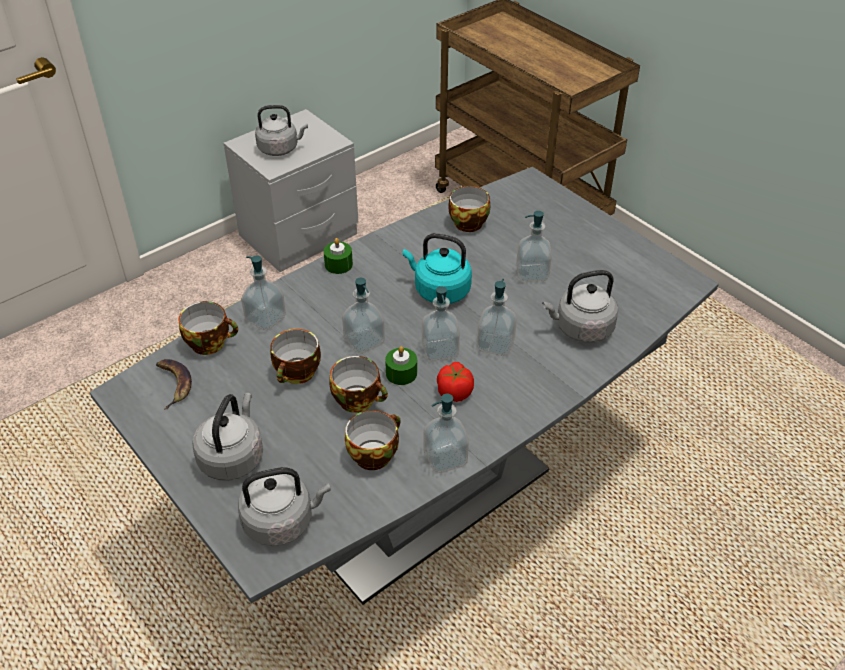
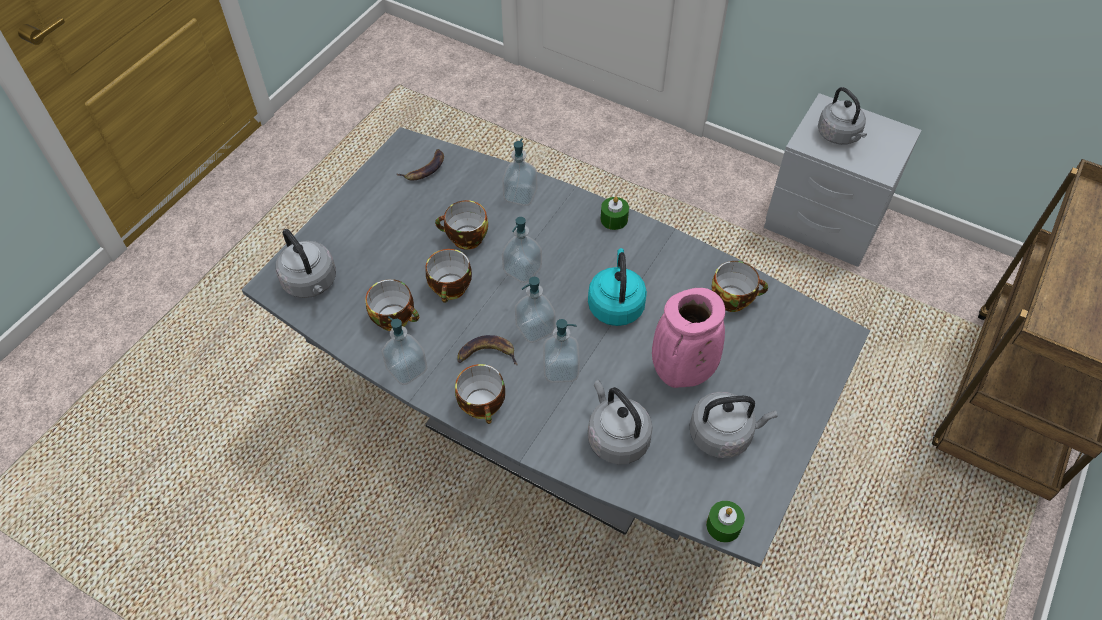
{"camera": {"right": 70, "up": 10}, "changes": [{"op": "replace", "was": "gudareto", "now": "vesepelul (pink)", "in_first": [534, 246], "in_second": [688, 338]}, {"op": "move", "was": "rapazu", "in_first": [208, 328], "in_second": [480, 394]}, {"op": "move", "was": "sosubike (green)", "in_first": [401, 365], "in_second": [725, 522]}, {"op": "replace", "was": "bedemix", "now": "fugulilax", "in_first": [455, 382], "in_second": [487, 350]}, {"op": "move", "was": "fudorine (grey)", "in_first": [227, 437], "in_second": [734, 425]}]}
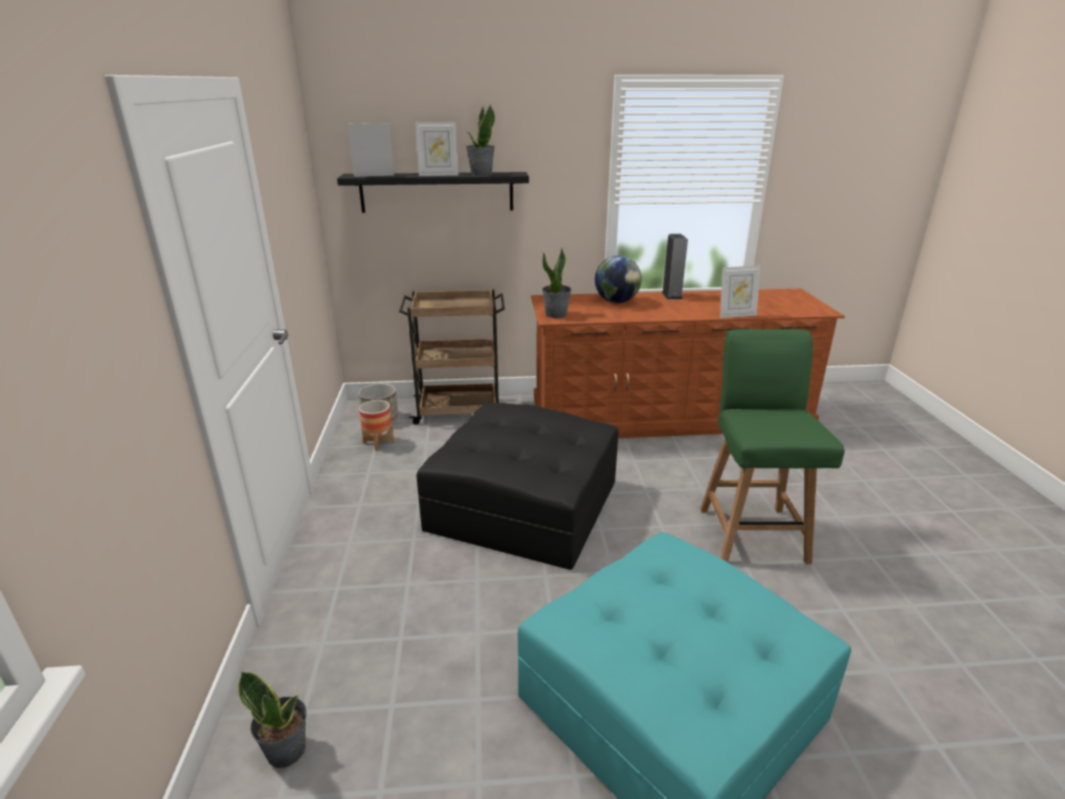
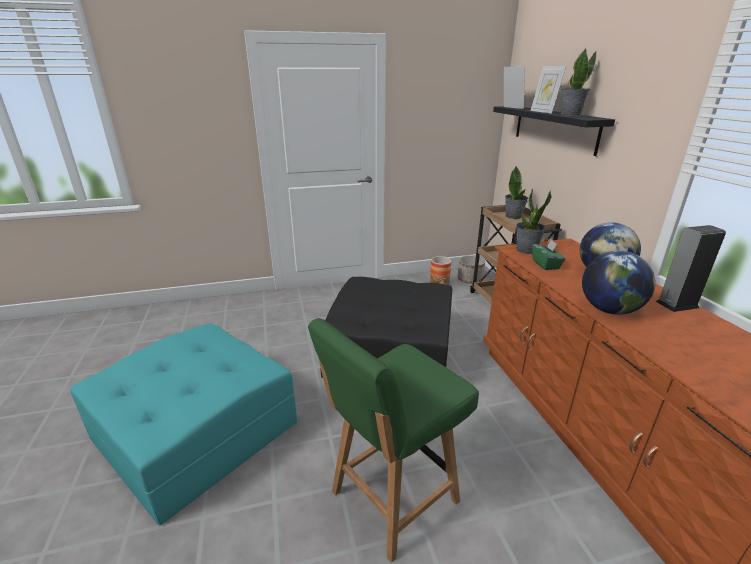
{"camera": {"right": 80, "up": 0}, "changes": [{"op": "delete", "was": "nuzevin", "in_first": [740, 292]}, {"op": "rotate", "was": "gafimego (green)", "in_first": [772, 446], "in_second": [393, 440], "clockwise": 150}, {"op": "move", "was": "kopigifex", "in_first": [272, 719], "in_second": [516, 192]}, {"op": "insert", "now": "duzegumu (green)", "in_second": [548, 255]}, {"op": "insert", "now": "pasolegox", "in_second": [619, 283]}]}
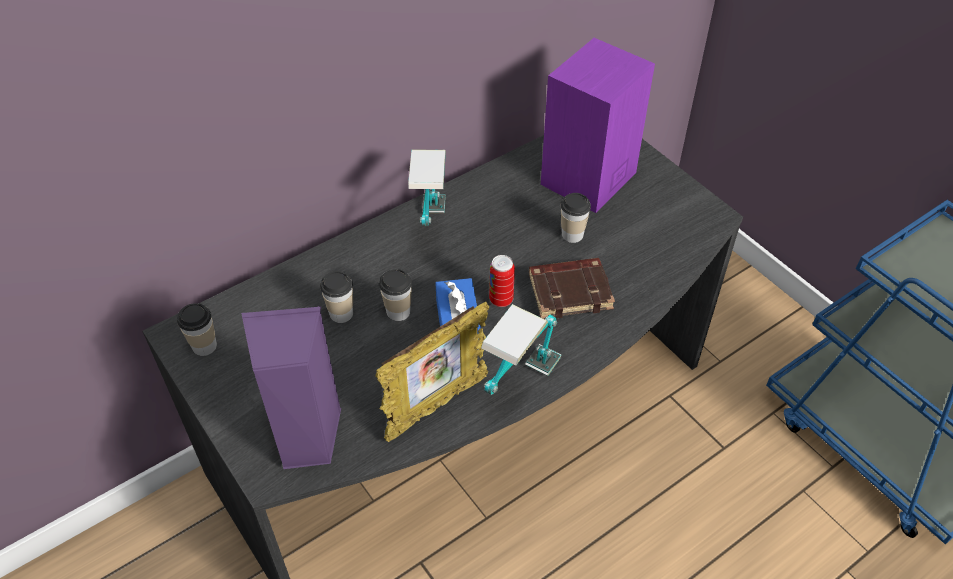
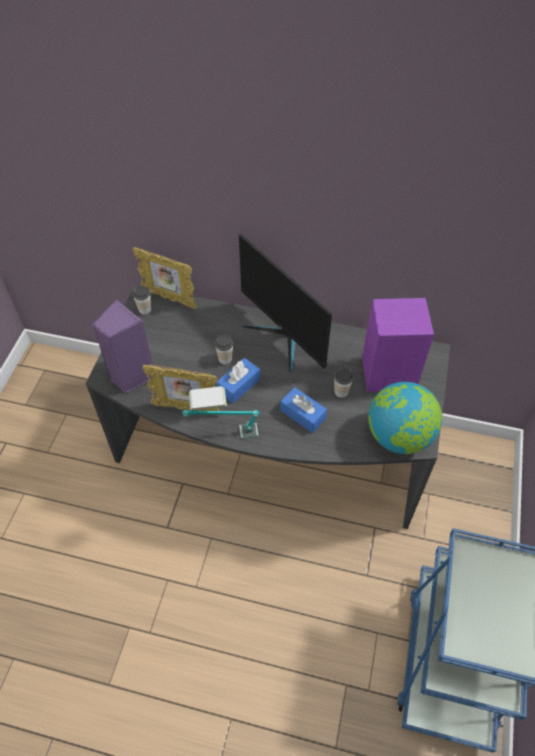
{"camera": {"right": 50, "up": 5}, "changes": [{"op": "replace", "was": "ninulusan", "now": "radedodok", "in_first": [427, 187], "in_second": [285, 303]}, {"op": "delete", "was": "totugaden", "in_first": [502, 281]}, {"op": "replace", "was": "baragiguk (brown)", "now": "duzegumu (blue)", "in_first": [572, 288], "in_second": [303, 410]}, {"op": "delete", "was": "rapazu", "in_first": [336, 297]}, {"op": "insert", "now": "nuzevin", "in_second": [165, 278]}, {"op": "insert", "now": "pasolegox", "in_second": [405, 418]}]}
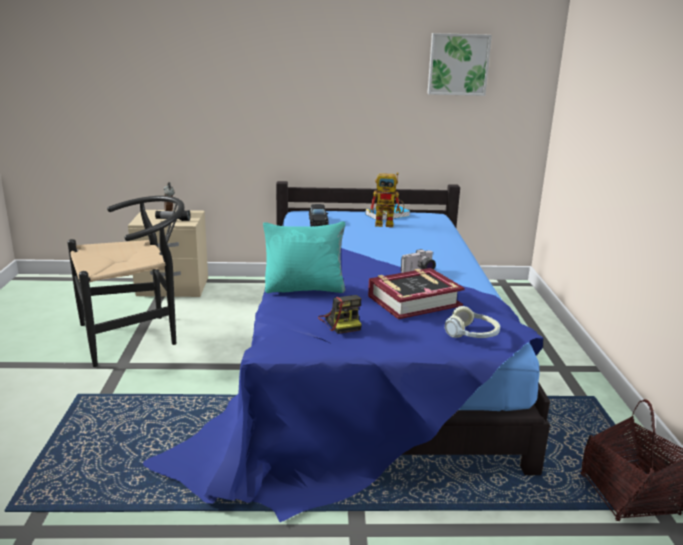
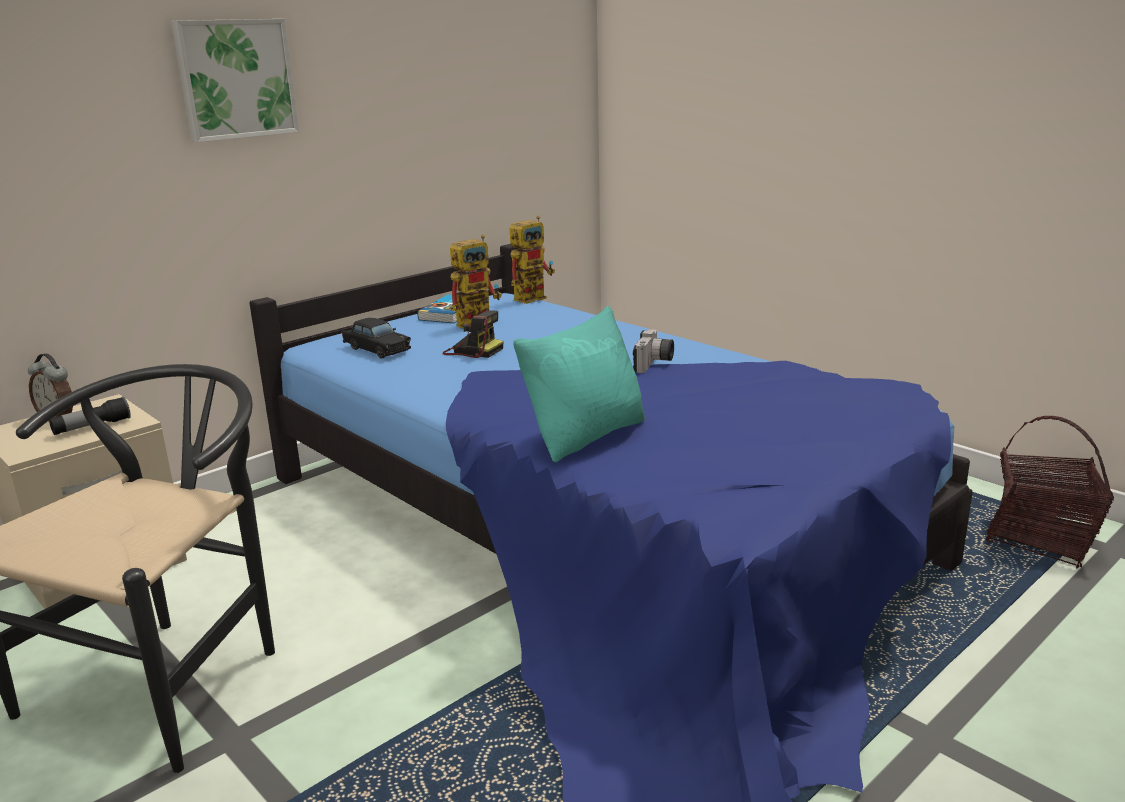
{"camera": {"right": -40, "up": 0}, "changes": [{"op": "move", "was": "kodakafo", "in_first": [459, 64], "in_second": [235, 80]}, {"op": "delete", "was": "baragiguk", "in_first": [416, 293]}, {"op": "move", "was": "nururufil", "in_first": [340, 314], "in_second": [473, 334]}, {"op": "delete", "was": "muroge", "in_first": [472, 322]}, {"op": "insert", "now": "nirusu", "in_second": [532, 260]}]}
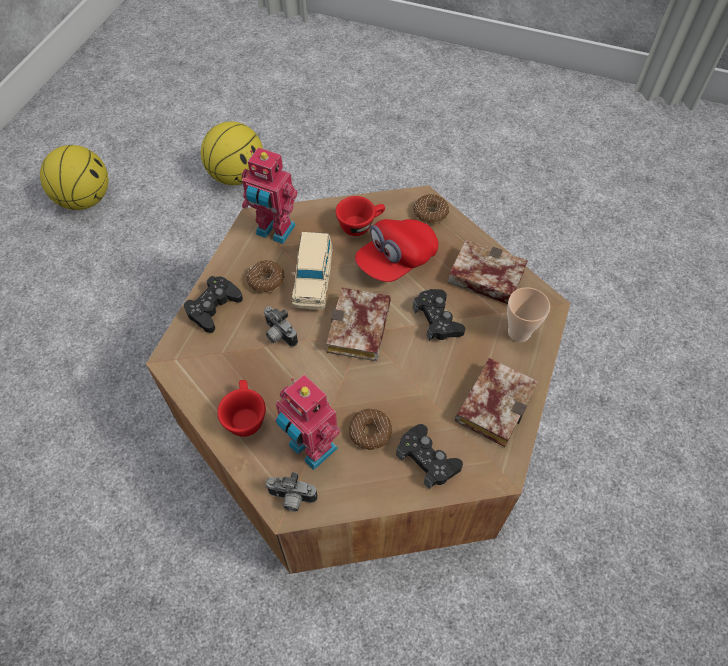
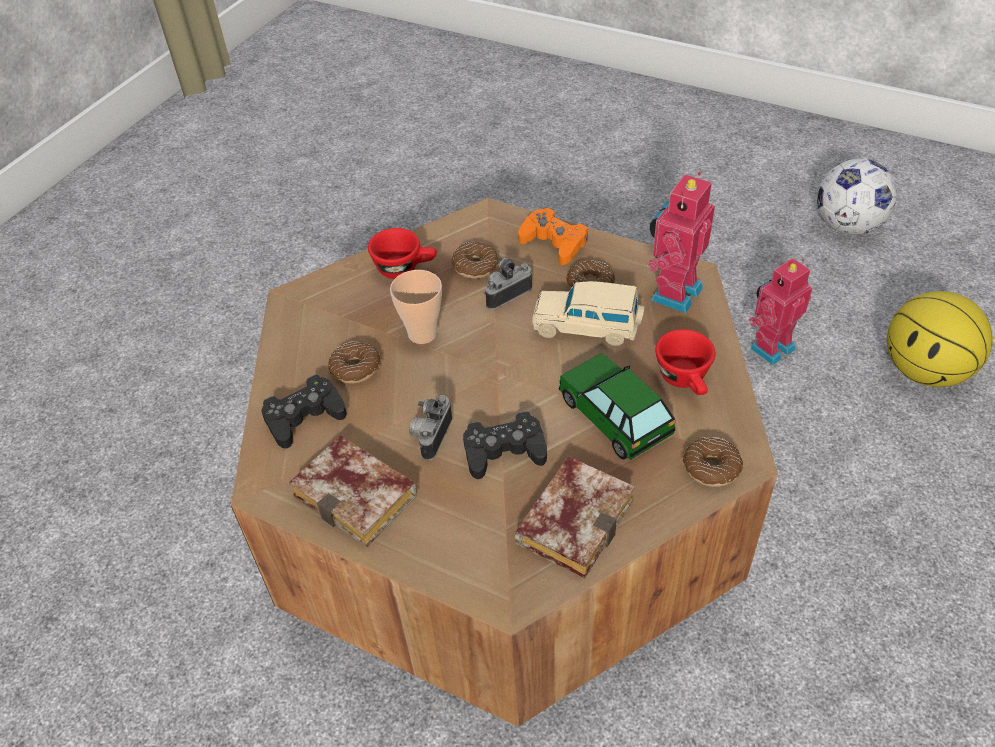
{"camera": {"right": 100, "up": -10}, "changes": [{"op": "replace", "was": "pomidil", "now": "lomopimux", "in_first": [74, 177], "in_second": [857, 196]}, {"op": "replace", "was": "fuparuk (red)", "now": "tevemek", "in_first": [396, 250], "in_second": [617, 406]}, {"op": "recolor", "was": "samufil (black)", "now": "samufil (orange)", "in_first": [213, 304], "in_second": [553, 236]}, {"op": "delete", "was": "baragiguk", "in_first": [358, 324]}, {"op": "move", "was": "rapazu", "in_first": [528, 315], "in_second": [416, 307]}, {"op": "move", "was": "nirusu", "in_first": [307, 422], "in_second": [780, 311]}, {"op": "move", "was": "nururufil", "in_first": [291, 492], "in_second": [430, 427]}, {"op": "insert", "now": "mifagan", "in_second": [475, 260]}]}
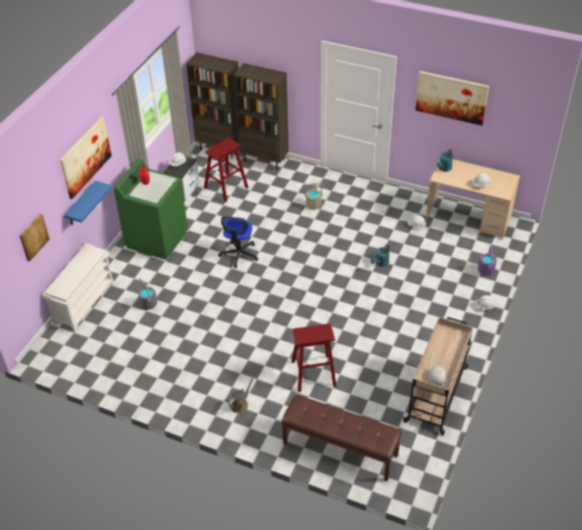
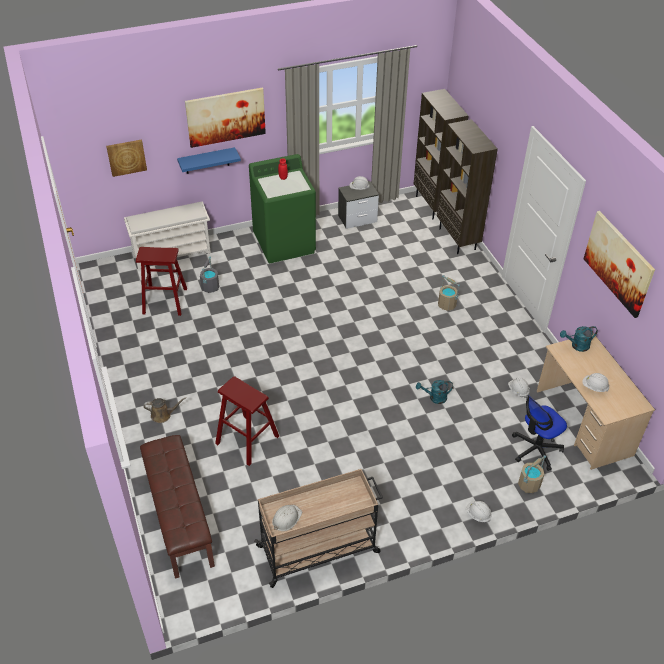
{"camera": {"right": 45, "up": 0}, "changes": [{"op": "move", "was": "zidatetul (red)", "in_first": [226, 170], "in_second": [161, 281]}, {"op": "move", "was": "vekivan", "in_first": [238, 242], "in_second": [539, 433]}, {"op": "recolor", "was": "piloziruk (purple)", "now": "piloziruk (beige)", "in_first": [487, 259], "in_second": [532, 474]}]}
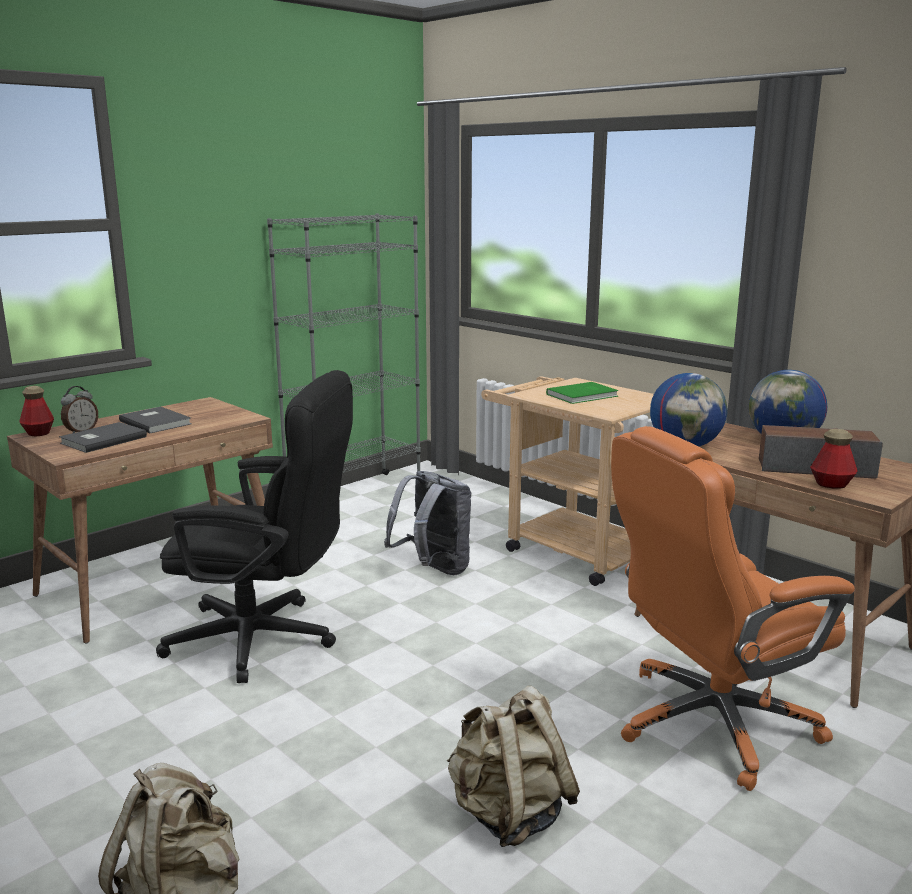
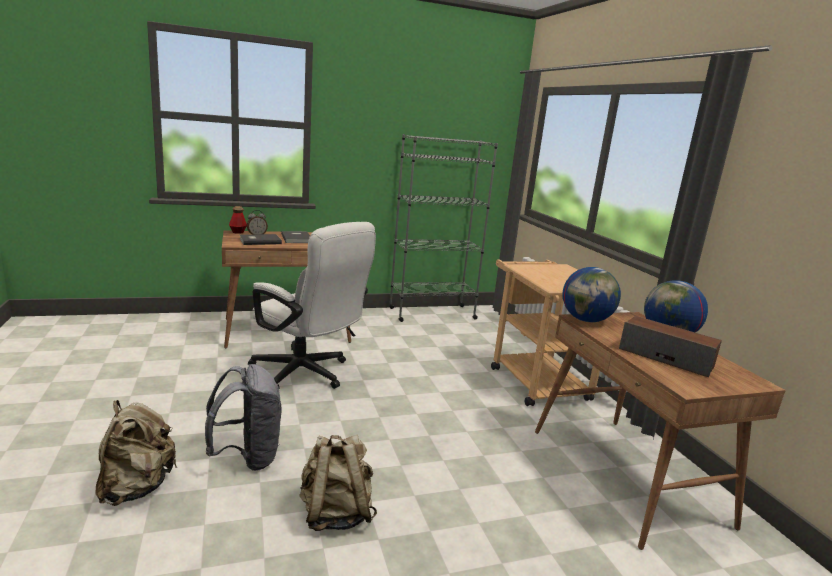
{"camera": {"right": 25, "up": 0}, "changes": [{"op": "recolor", "was": "vekivan (black)", "now": "vekivan (white)", "in_first": [254, 526], "in_second": [312, 305]}, {"op": "delete", "was": "baragiguk (green)", "in_first": [582, 393]}, {"op": "delete", "was": "vekivan (orange)", "in_first": [733, 608]}, {"op": "delete", "was": "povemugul", "in_first": [834, 459]}, {"op": "move", "was": "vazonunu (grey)", "in_first": [427, 523], "in_second": [243, 417]}]}
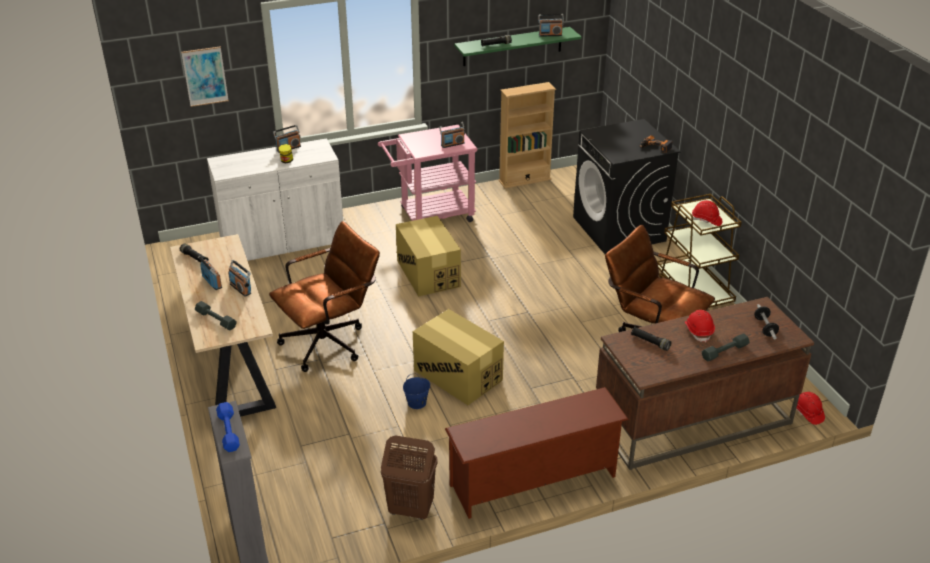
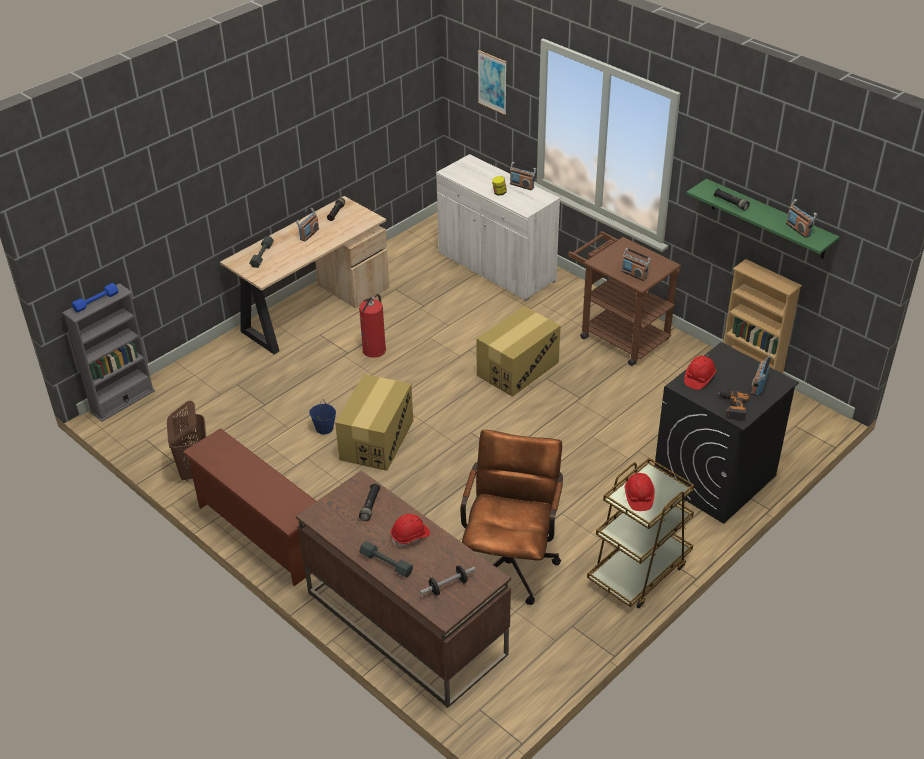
{"camera": {"right": 65, "up": 5}, "changes": [{"op": "recolor", "was": "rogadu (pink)", "now": "rogadu (brown)", "in_first": [428, 173], "in_second": [624, 298]}, {"op": "replace", "was": "vekivan (brown)", "now": "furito", "in_first": [324, 296], "in_second": [372, 326]}, {"op": "move", "was": "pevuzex", "in_first": [239, 278], "in_second": [761, 376]}, {"op": "move", "was": "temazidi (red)", "in_first": [810, 408], "in_second": [700, 373]}]}
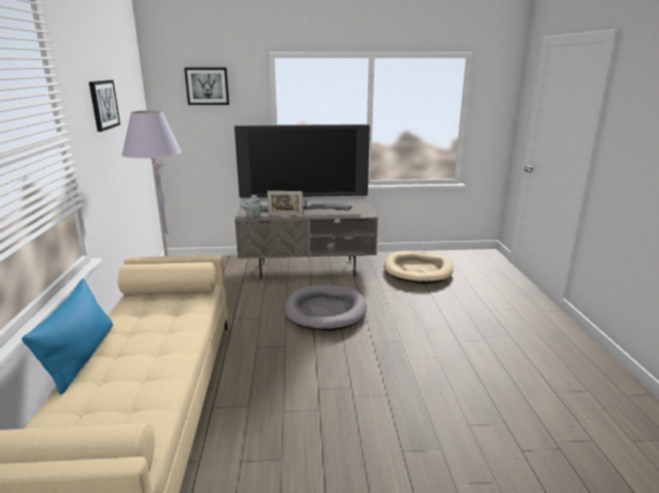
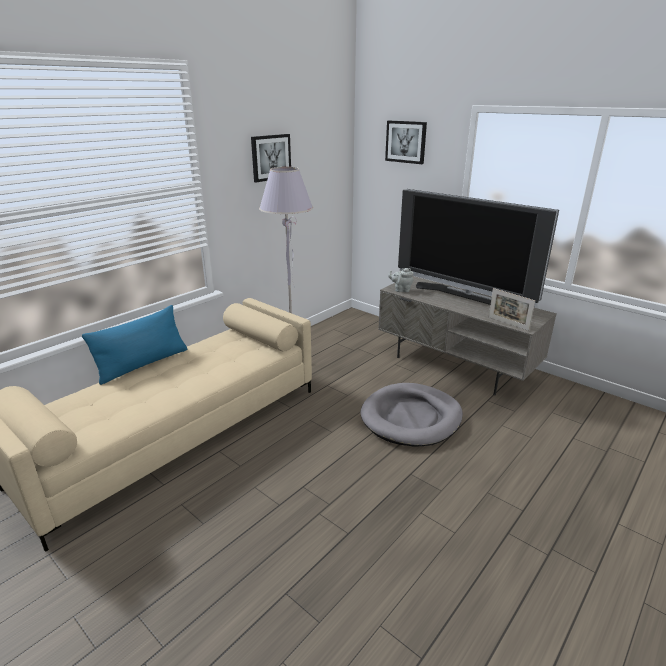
{"camera": {"right": 45, "up": 5}, "changes": [{"op": "move", "was": "nuzevin", "in_first": [285, 203], "in_second": [512, 309]}, {"op": "delete", "was": "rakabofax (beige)", "in_first": [418, 267]}]}
